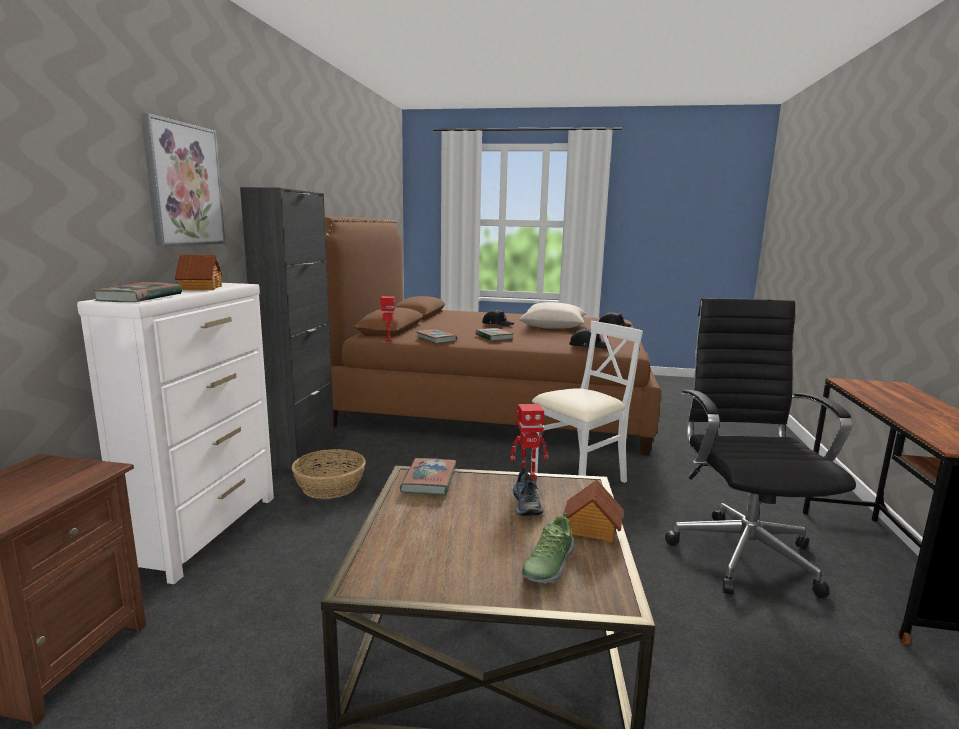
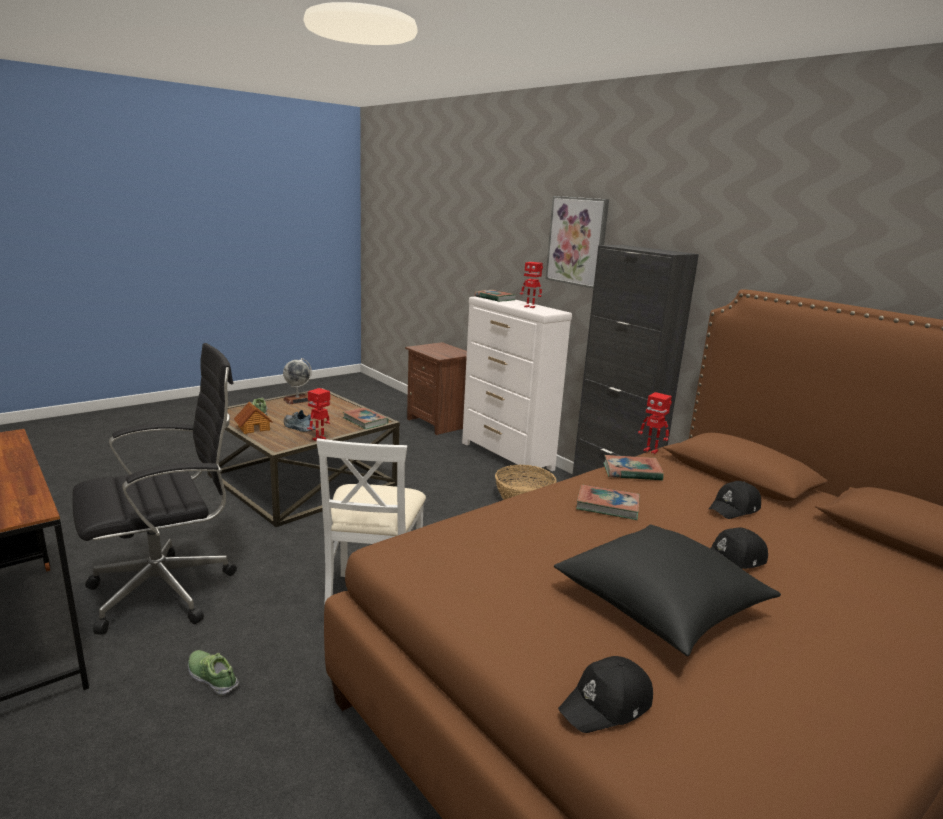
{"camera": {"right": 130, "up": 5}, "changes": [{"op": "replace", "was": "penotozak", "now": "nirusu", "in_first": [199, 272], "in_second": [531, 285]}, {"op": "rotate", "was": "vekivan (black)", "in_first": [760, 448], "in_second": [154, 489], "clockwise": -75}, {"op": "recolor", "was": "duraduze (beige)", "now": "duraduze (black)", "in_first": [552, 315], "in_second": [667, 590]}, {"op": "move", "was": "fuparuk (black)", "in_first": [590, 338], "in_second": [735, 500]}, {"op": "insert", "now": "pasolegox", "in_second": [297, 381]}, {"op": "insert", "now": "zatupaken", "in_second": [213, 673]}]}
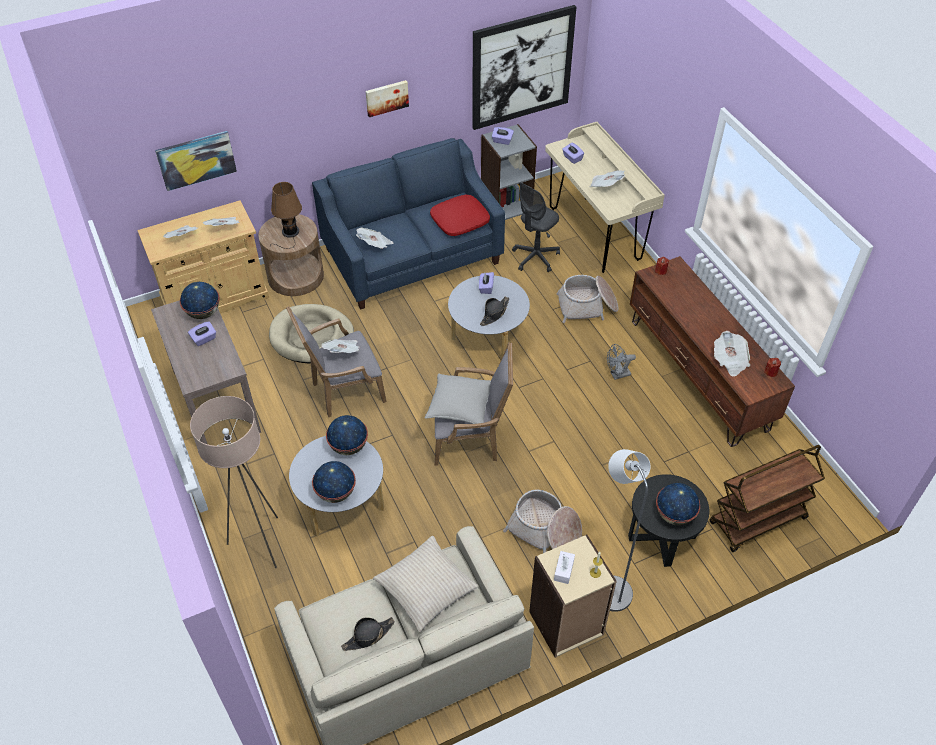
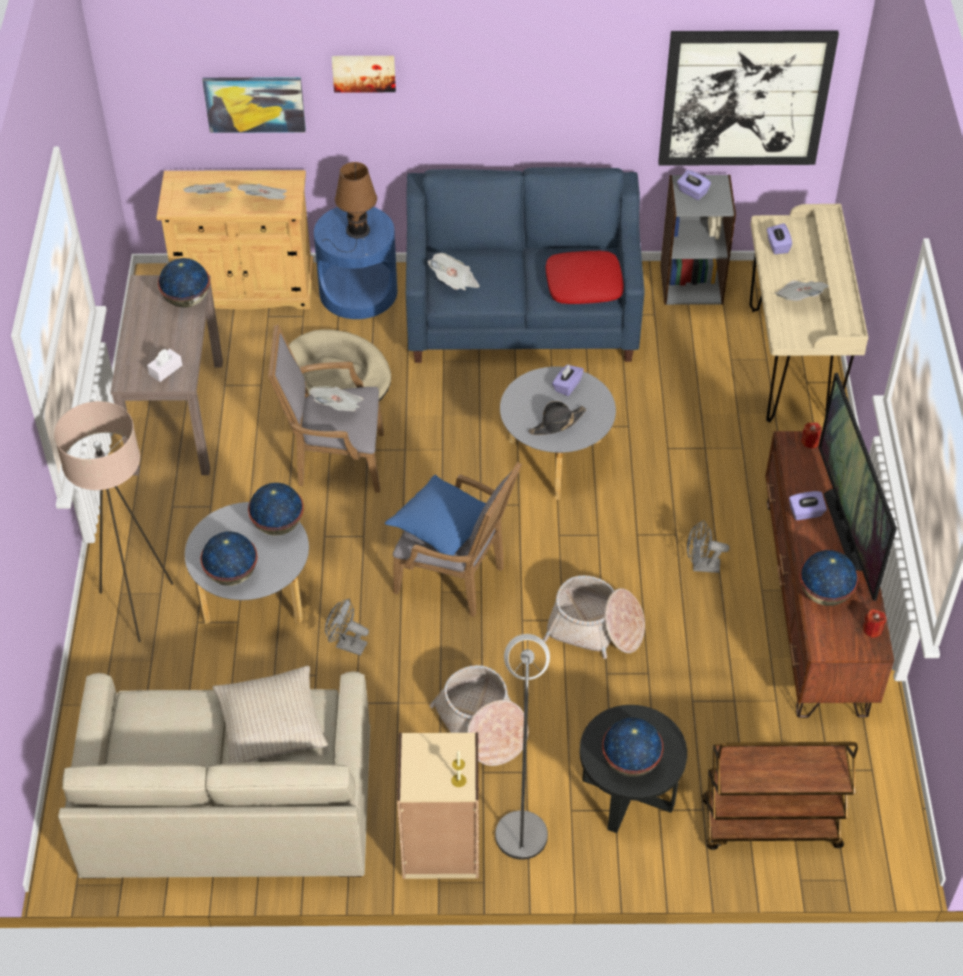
{"camera": {"right": 25, "up": 0}, "changes": [{"op": "move", "was": "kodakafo", "in_first": [387, 98], "in_second": [364, 74]}, {"op": "delete", "was": "vekivan (grey)", "in_first": [536, 227]}, {"op": "recolor", "was": "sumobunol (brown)", "now": "sumobunol (blue)", "in_first": [291, 255], "in_second": [355, 263]}, {"op": "move", "was": "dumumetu", "in_first": [587, 299], "in_second": [594, 617]}, {"op": "move", "was": "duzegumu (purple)", "in_first": [202, 333], "in_second": [808, 505]}, {"op": "replace", "was": "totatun", "now": "pasolegox", "in_first": [732, 354], "in_second": [829, 578]}, {"op": "recolor", "was": "duraduze (grey)", "now": "duraduze (blue)", "in_first": [458, 401], "in_second": [435, 515]}, {"op": "move", "was": "duzegumu (white)", "in_first": [564, 567], "in_second": [164, 365]}, {"op": "delete", "was": "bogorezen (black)", "in_first": [368, 634]}, {"op": "insert", "now": "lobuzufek", "in_second": [857, 487]}, {"op": "insert", "now": "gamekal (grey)", "in_second": [347, 627]}]}
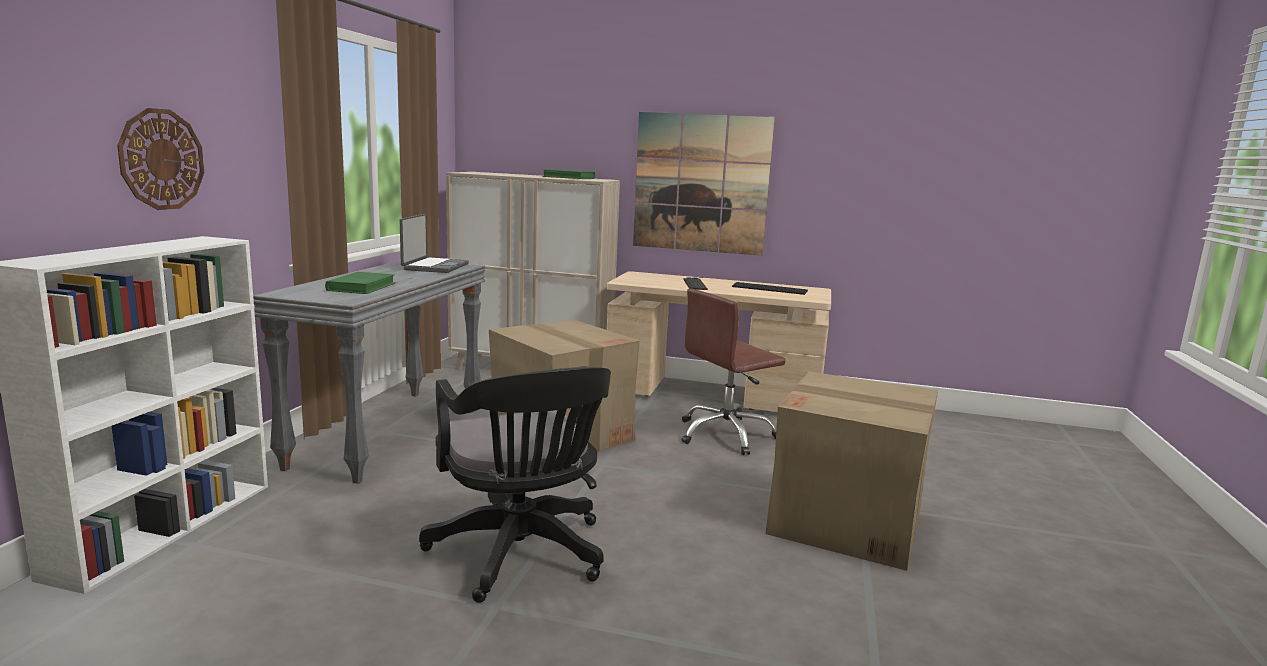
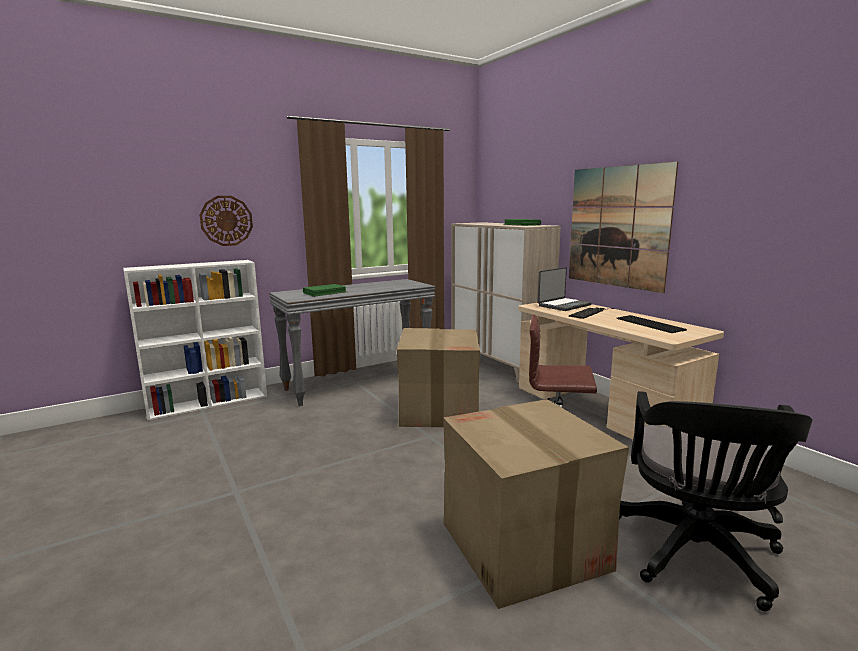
{"camera": {"right": 45, "up": 0}, "changes": [{"op": "move", "was": "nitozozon", "in_first": [434, 243], "in_second": [564, 289]}, {"op": "move", "was": "vekivan (black)", "in_first": [515, 484], "in_second": [715, 501]}]}
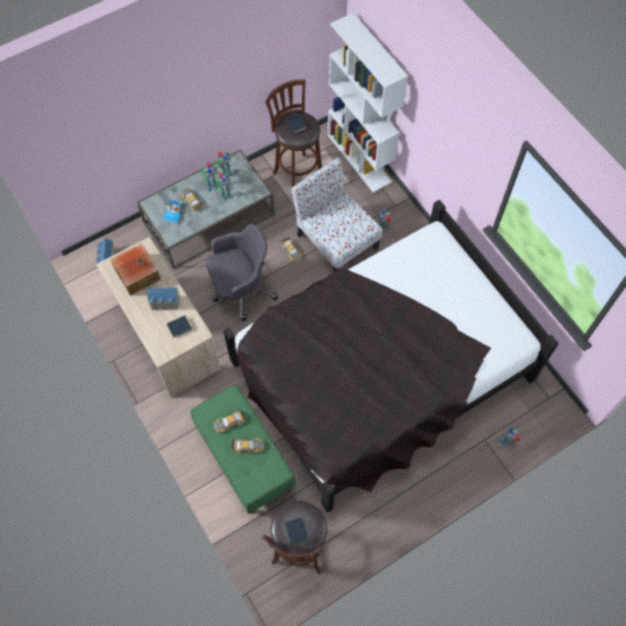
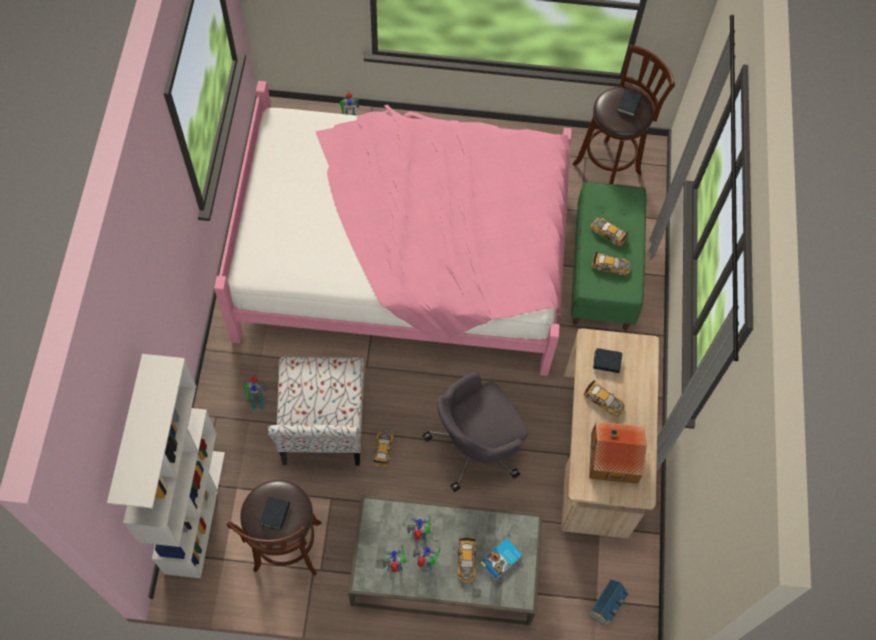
{"camera": {"right": -145, "up": 0}, "changes": [{"op": "recolor", "was": "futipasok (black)", "now": "futipasok (pink)", "in_first": [391, 356], "in_second": [393, 228]}, {"op": "rotate", "was": "vekivan (grey)", "in_first": [241, 272], "in_second": [475, 431], "clockwise": -45}, {"op": "replace", "was": "penotozak", "now": "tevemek", "in_first": [163, 299], "in_second": [604, 398]}]}
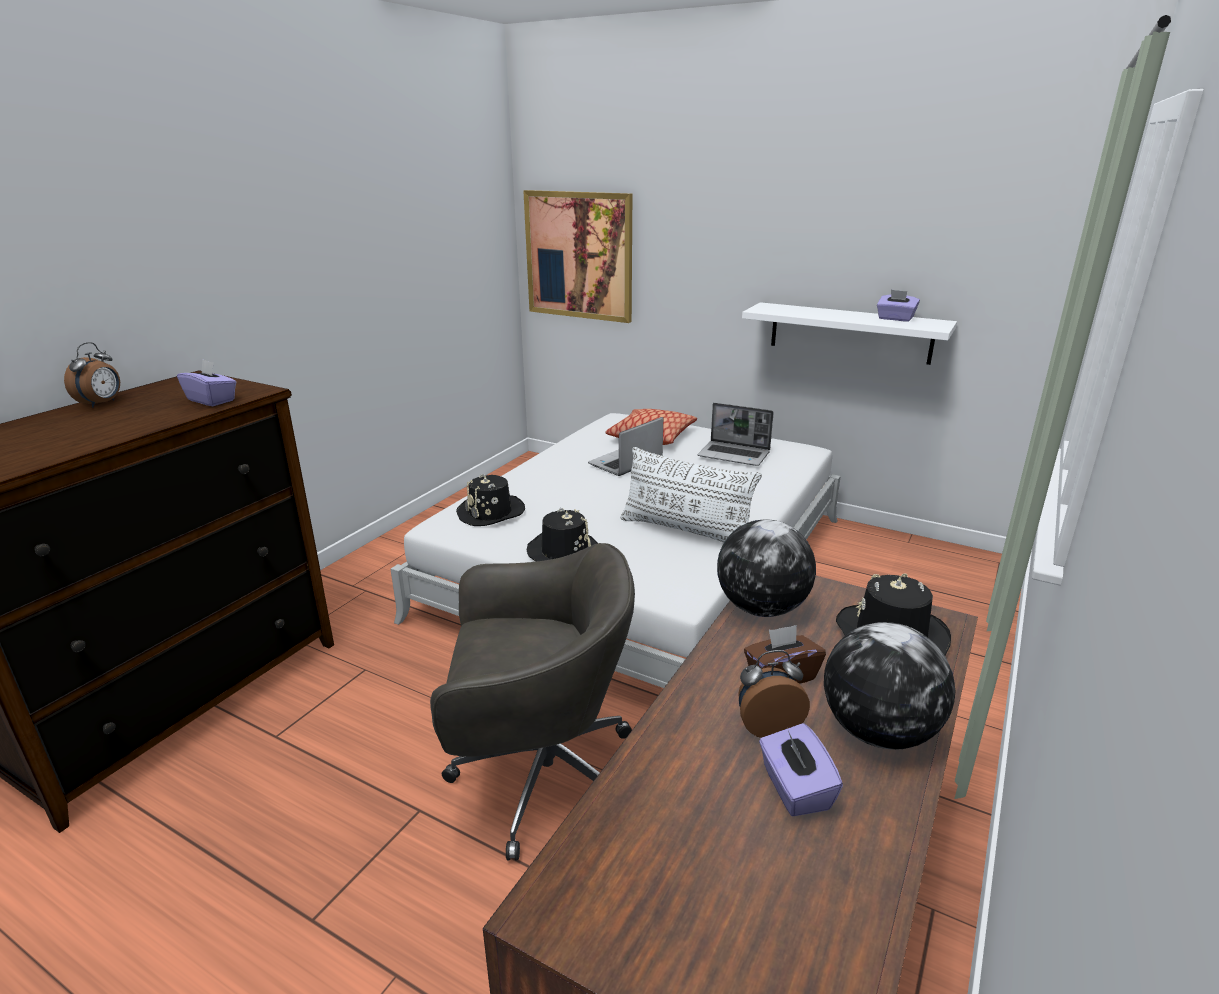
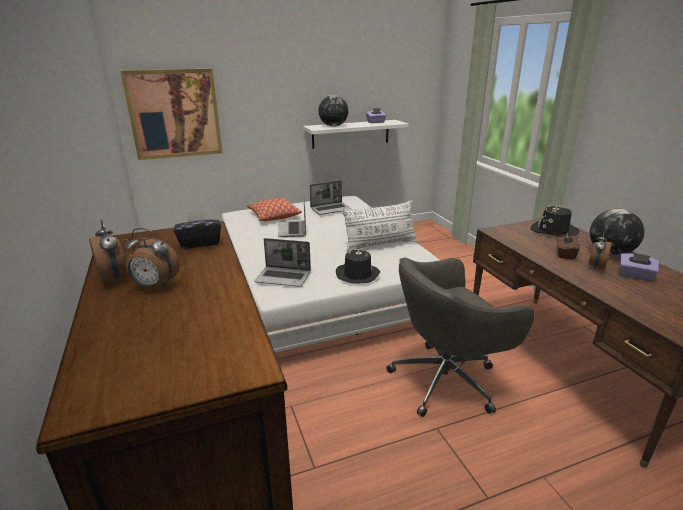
{"camera": {"right": -50, "up": 0}, "changes": [{"op": "recolor", "was": "duzegumu (purple)", "now": "duzegumu (black)", "in_first": [206, 382], "in_second": [197, 229]}, {"op": "replace", "was": "bogorezen (black)", "now": "nitozozon", "in_first": [490, 500], "in_second": [282, 262]}, {"op": "move", "was": "pasolegox", "in_first": [766, 568], "in_second": [333, 111]}, {"op": "rotate", "was": "vekivan (grey)", "in_first": [532, 702], "in_second": [460, 337], "clockwise": -150}, {"op": "insert", "now": "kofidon", "in_second": [151, 258]}]}
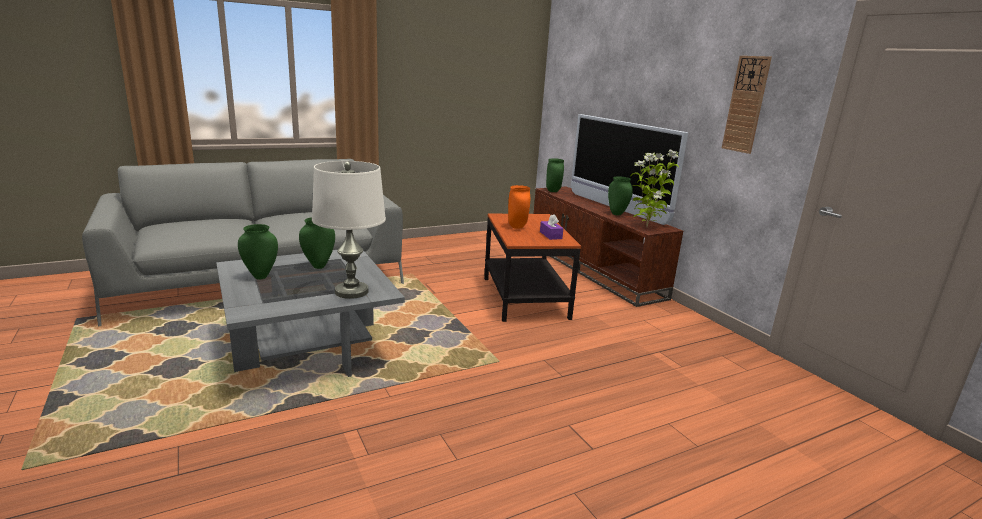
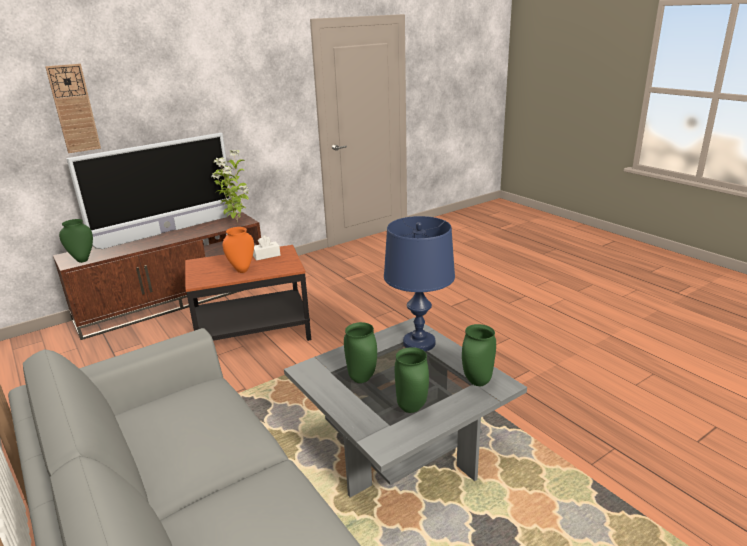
{"camera": {"right": -95, "up": 5}, "changes": [{"op": "move", "was": "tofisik", "in_first": [747, 105], "in_second": [73, 108]}, {"op": "recolor", "was": "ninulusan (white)", "now": "ninulusan (blue)", "in_first": [349, 230], "in_second": [419, 283]}, {"op": "move", "was": "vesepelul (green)", "in_first": [620, 196], "in_second": [479, 355]}, {"op": "recolor", "was": "duzegumu (purple)", "now": "duzegumu (white)", "in_first": [552, 227], "in_second": [266, 248]}]}
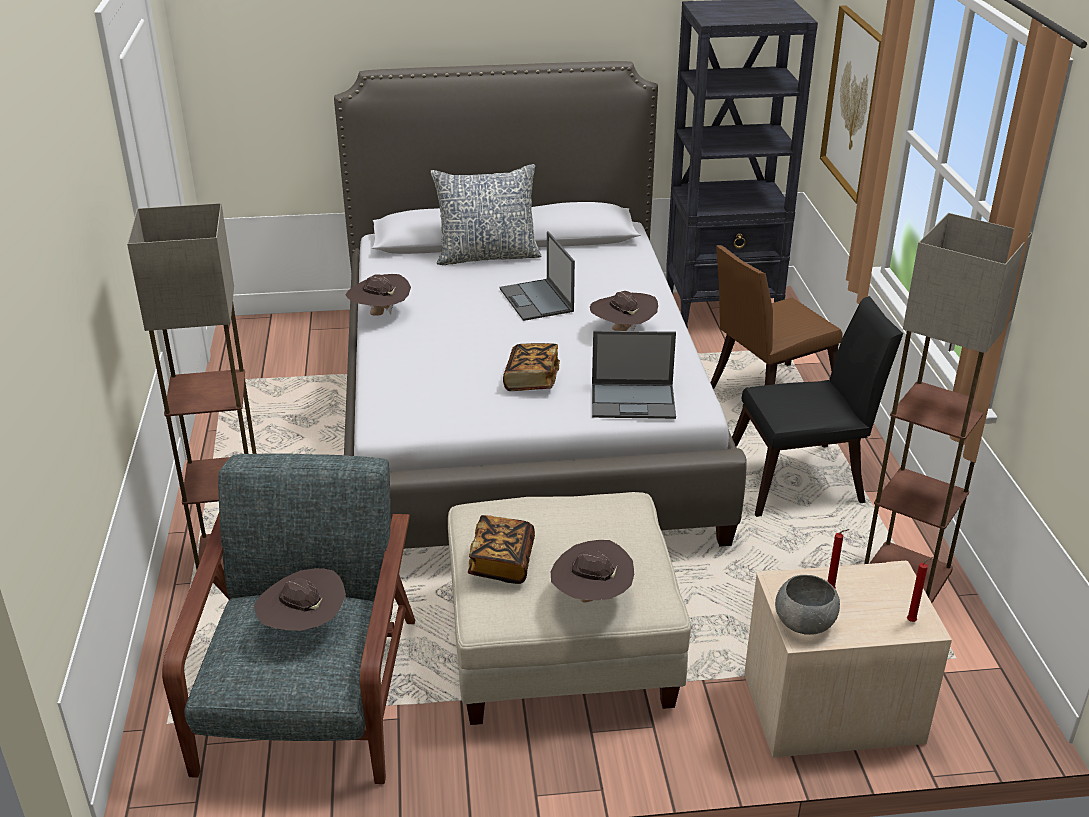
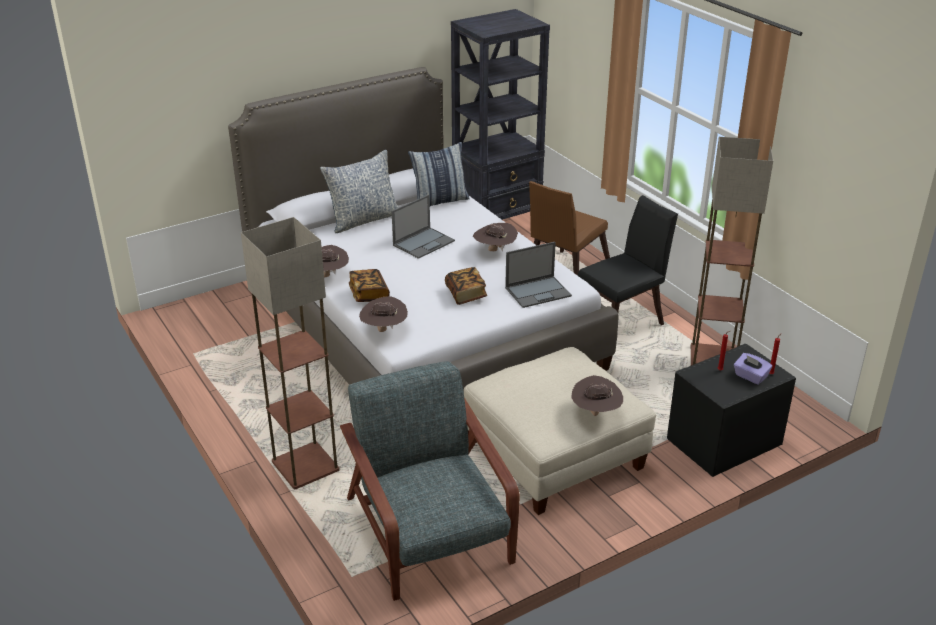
{"camera": {"right": -25, "up": 0}, "changes": [{"op": "delete", "was": "kodakafo", "in_first": [851, 104]}, {"op": "rotate", "was": "nitozozon", "in_first": [537, 276], "in_second": [423, 227], "clockwise": -90}, {"op": "move", "was": "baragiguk", "in_first": [501, 549], "in_second": [369, 285]}, {"op": "recolor", "was": "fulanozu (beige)", "now": "fulanozu (black)", "in_first": [848, 659], "in_second": [731, 410]}, {"op": "move", "was": "bogorezen (brown)", "in_first": [300, 600], "in_second": [383, 314]}, {"op": "delete", "was": "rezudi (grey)", "in_first": [807, 605]}, {"op": "insert", "now": "duraduze", "in_second": [438, 174]}, {"op": "insert", "now": "duzegumu (purple)", "in_second": [753, 369]}]}
